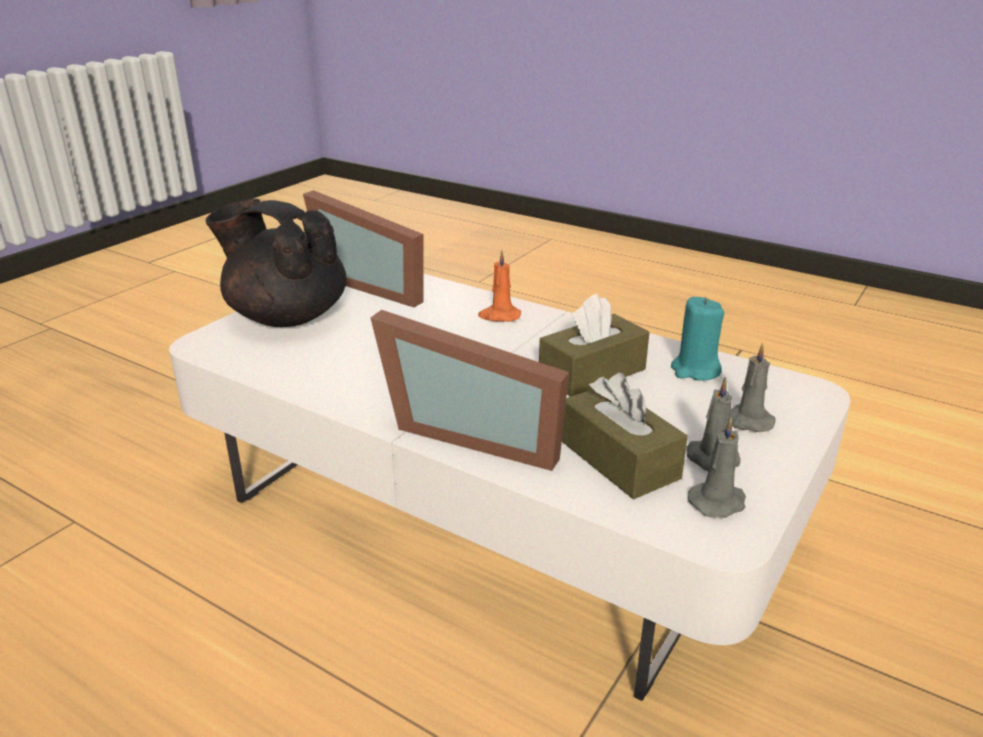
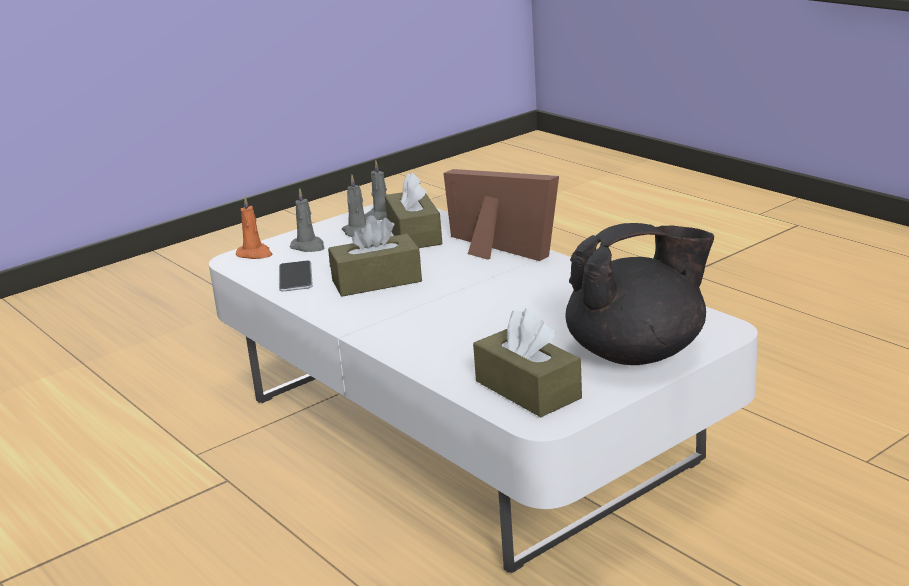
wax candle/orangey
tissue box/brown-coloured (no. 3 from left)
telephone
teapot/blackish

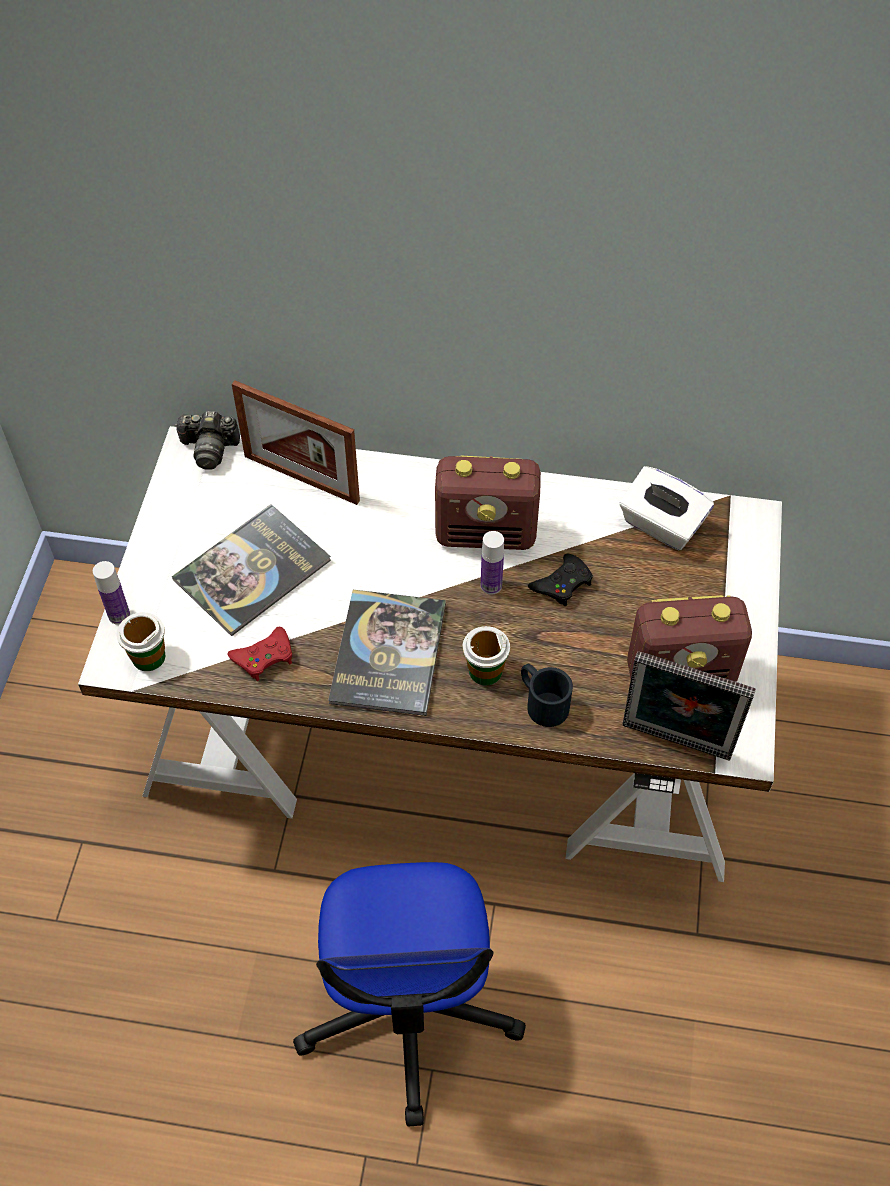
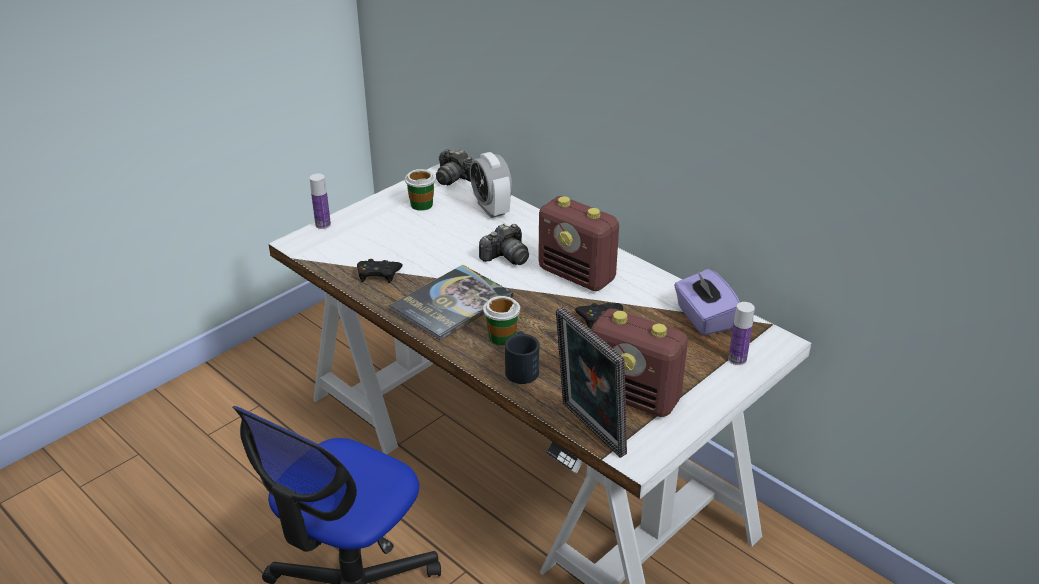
bound book (no. 1 from left in the first image)
still camera (no. 2 from left)
small cup (no. 1 from left)
bottle (no. 2 from left)
alarm clock
joypad/blackish (no. 1 from left)
tissue box/purplish

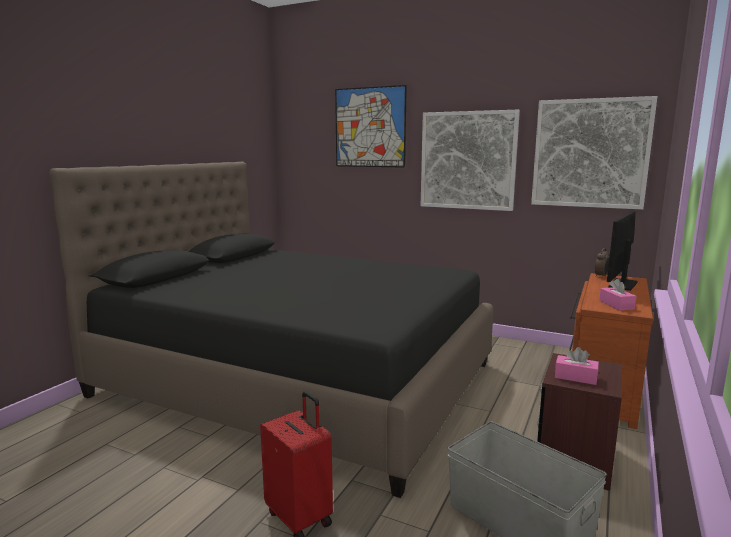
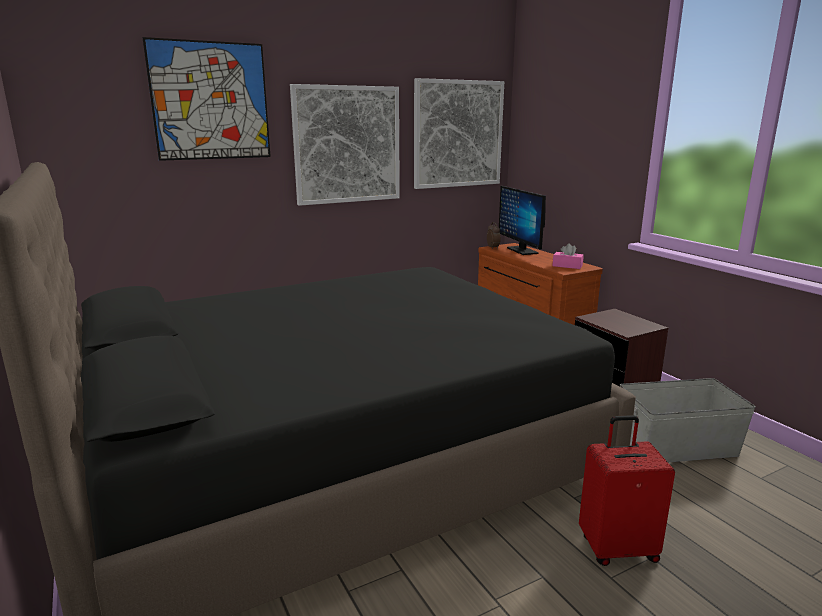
tissue box/pink (no. 1 from left in the first image)

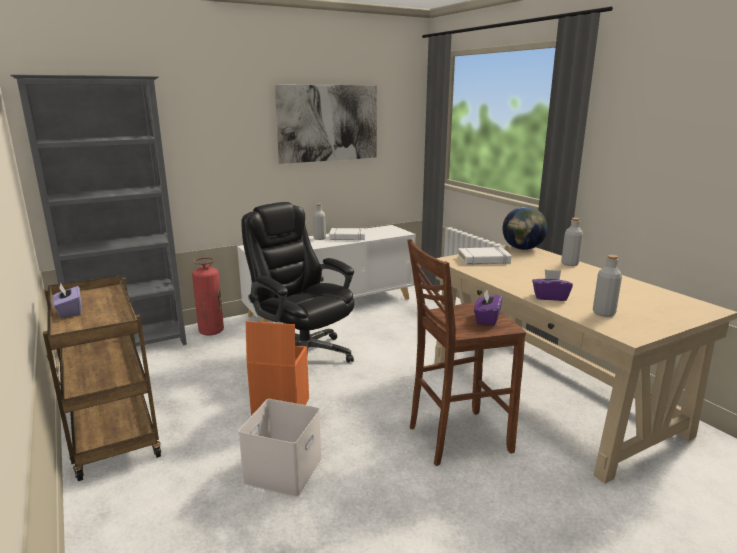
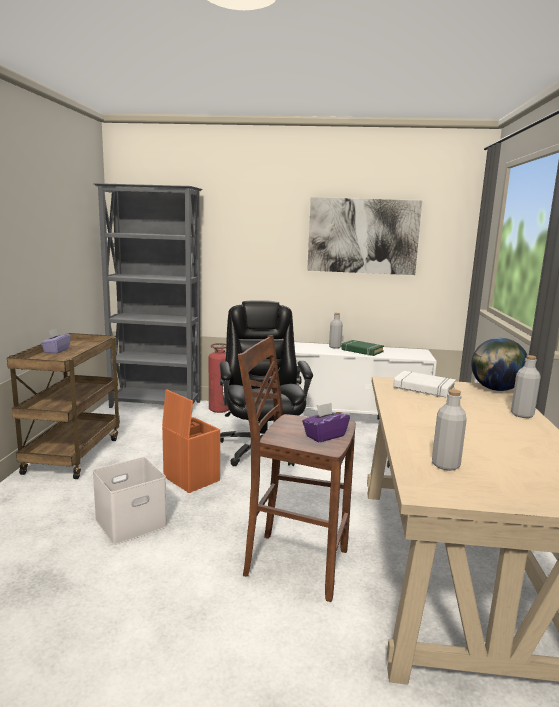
tissue box/purplish (no. 3 from left in the first image)
bound book/greenish

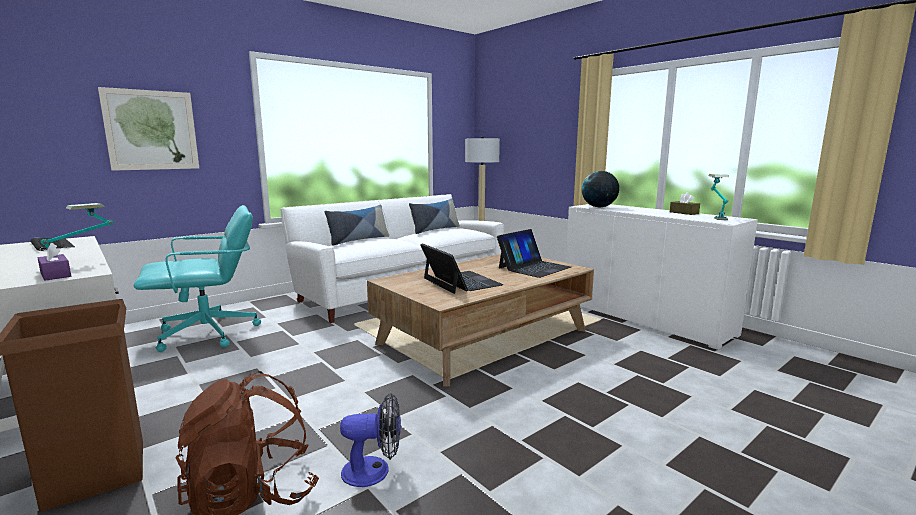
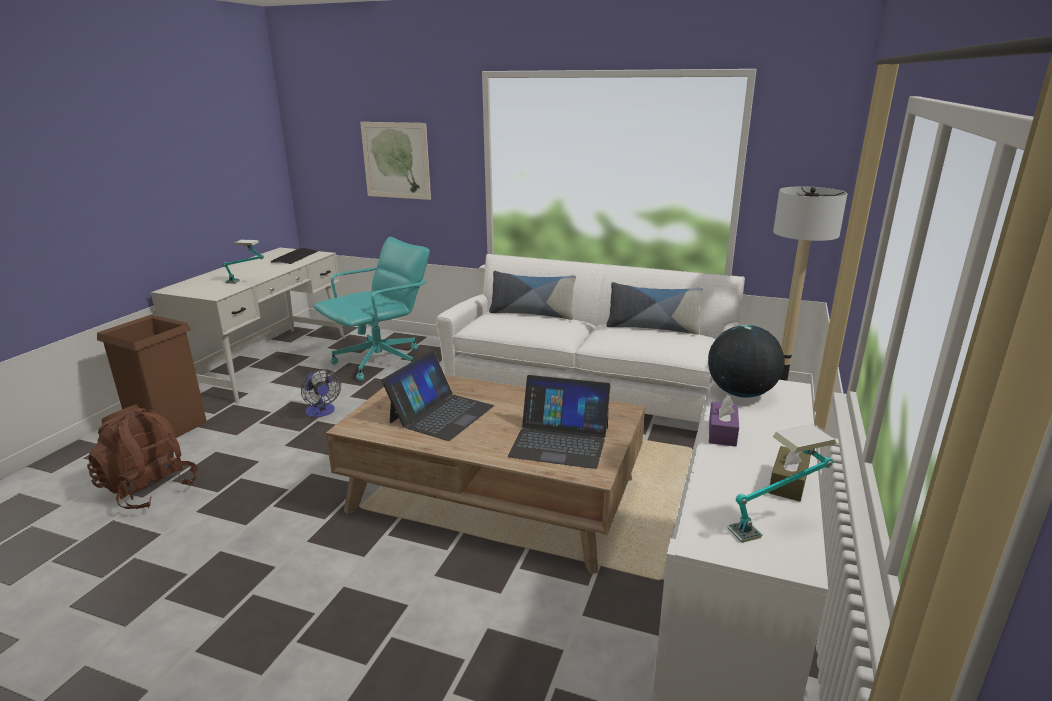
tissue box/purplish
cooling fan
office chair/turquoise

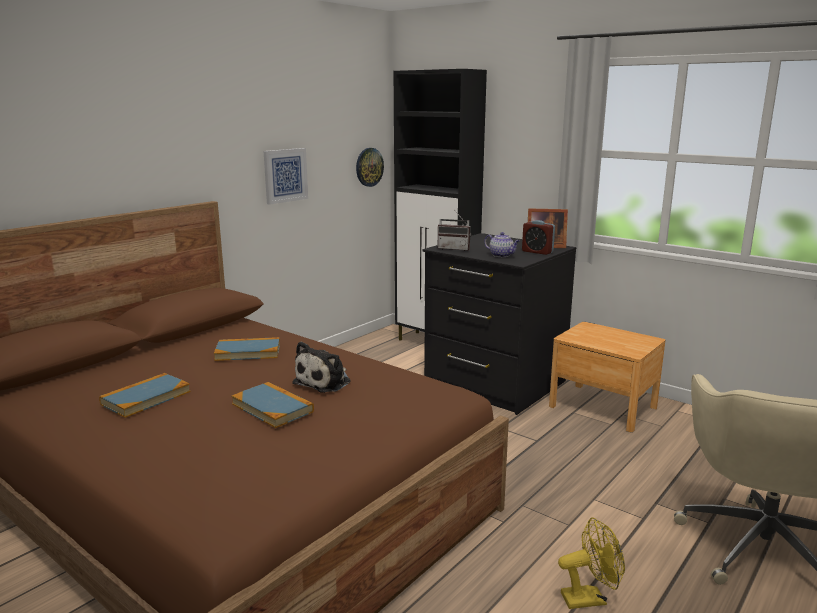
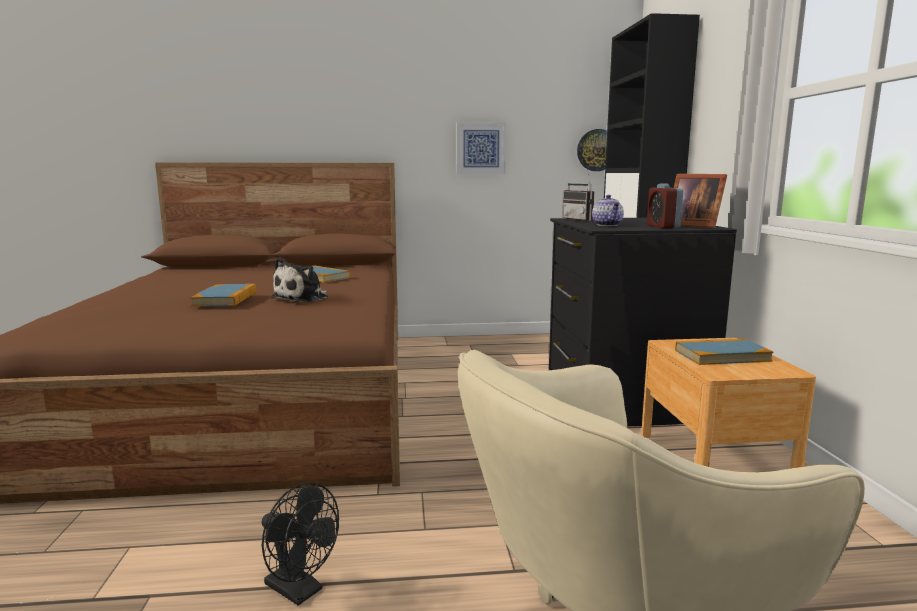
bound book (no. 3 from left)
cooling fan/blackish
plush toy

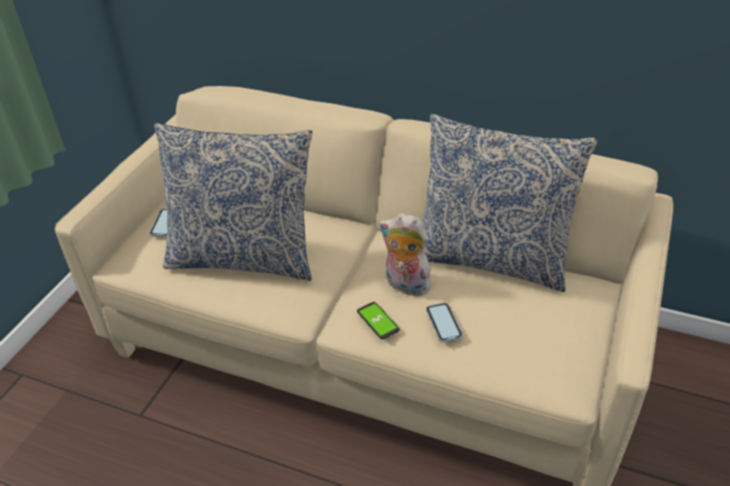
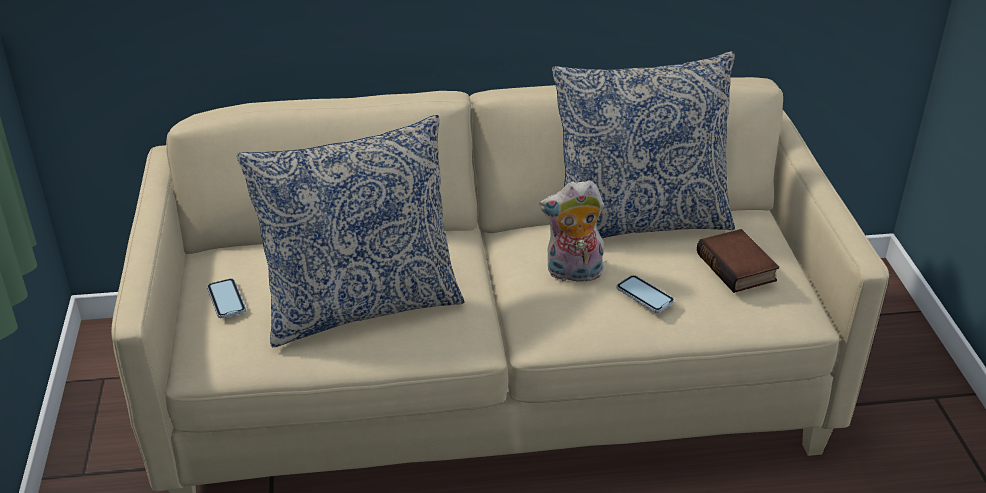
telephone (no. 2 from left in the first image)
bound book

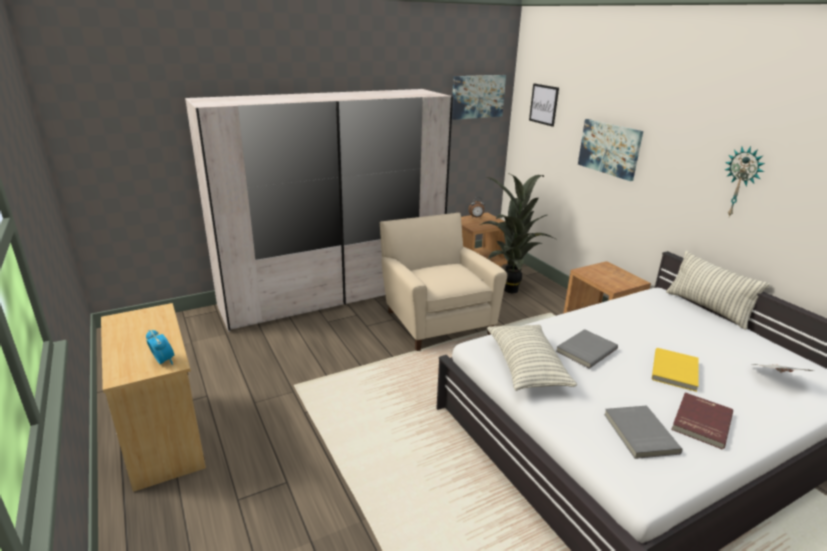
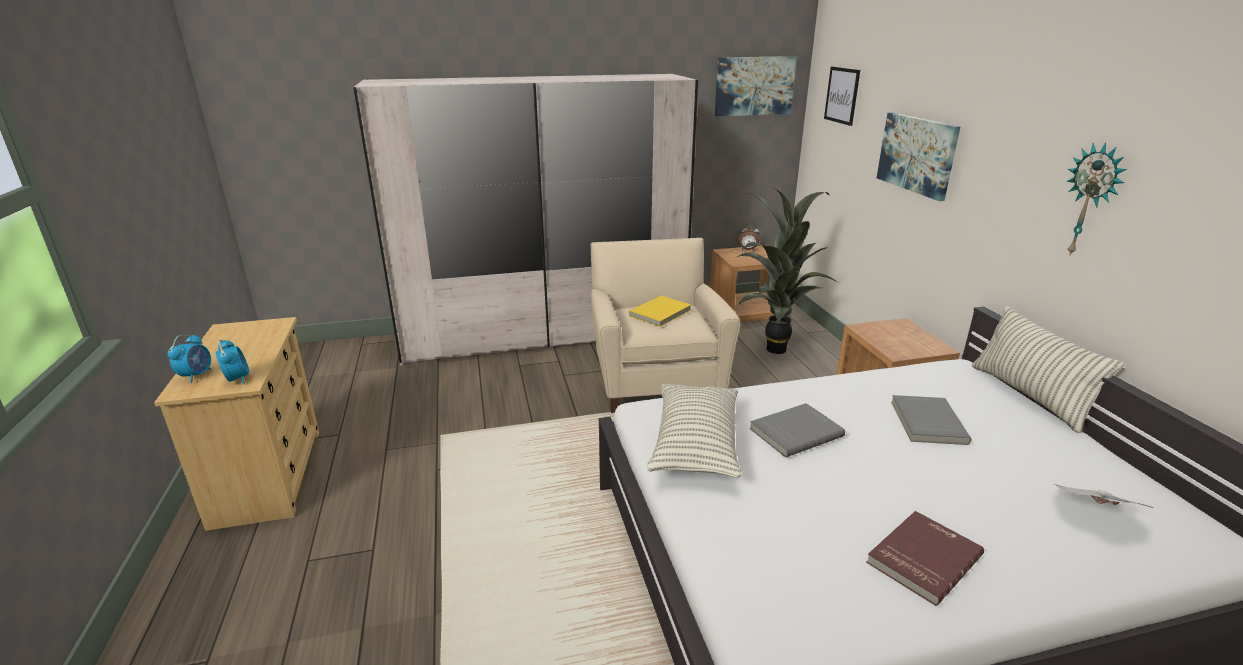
alarm clock (no. 1 from left)
bound book/gray (no. 2 from left)
bound book/yellowish

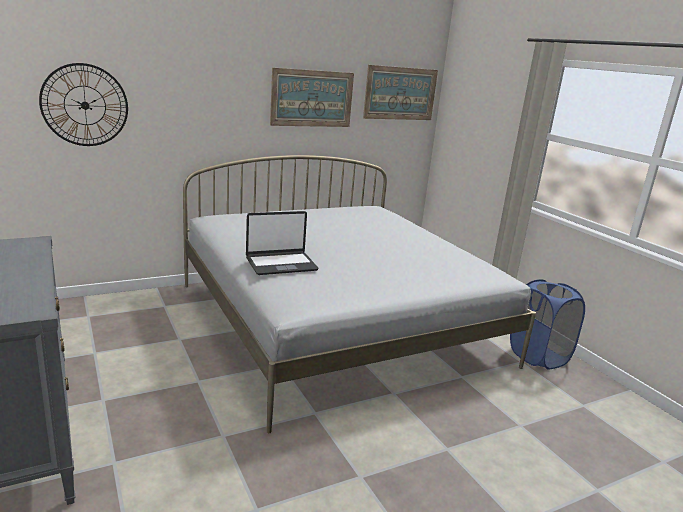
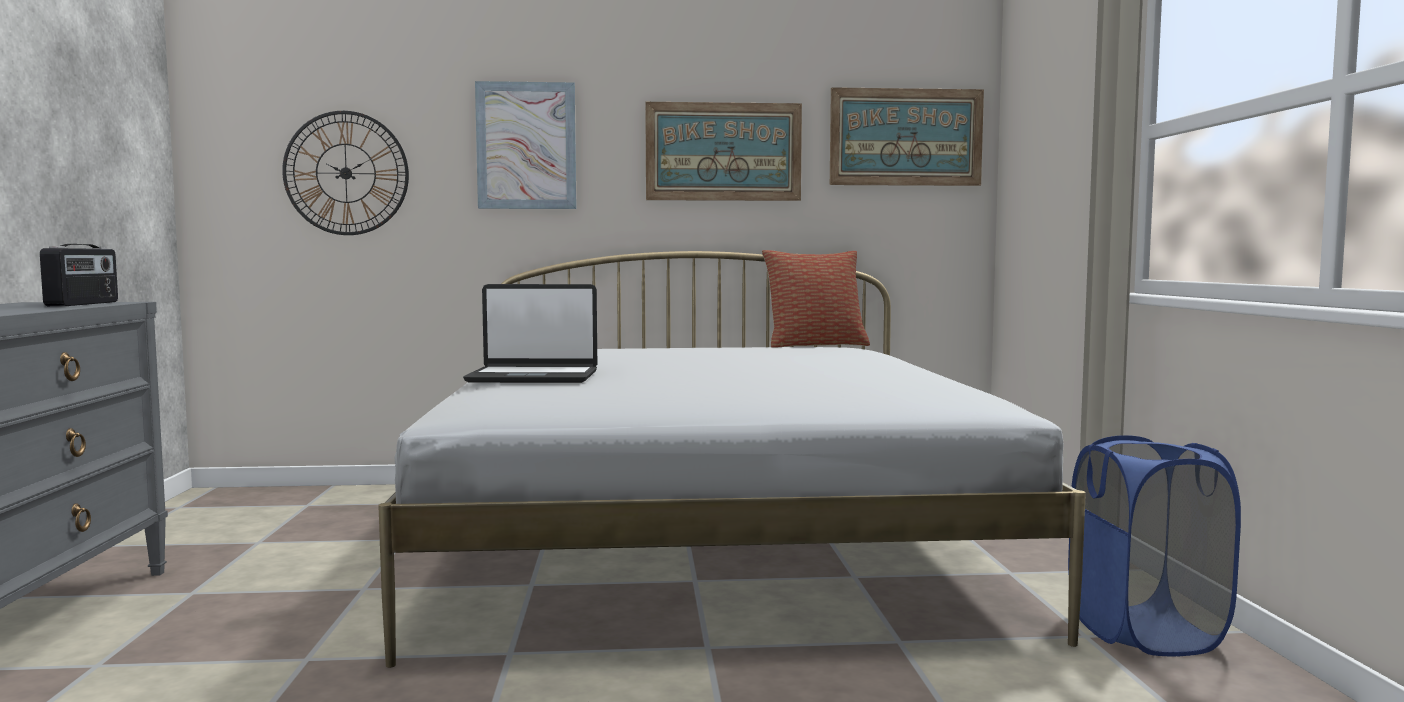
radio receiver
wall picture (no. 1 from left)
throw pillow

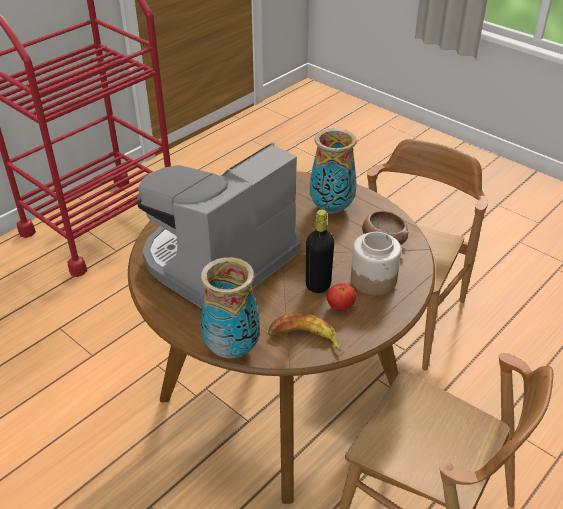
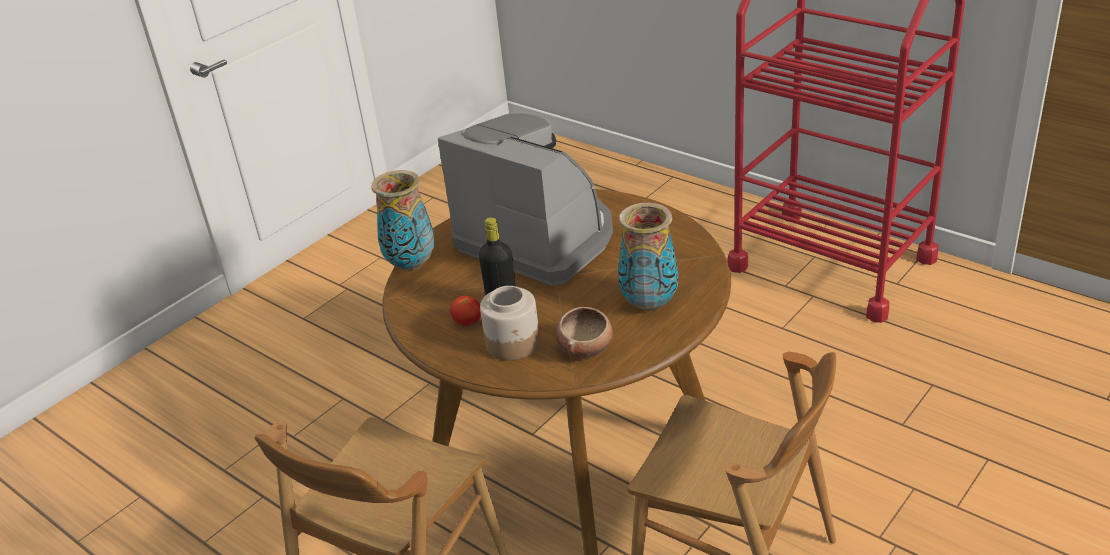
banana fruit

